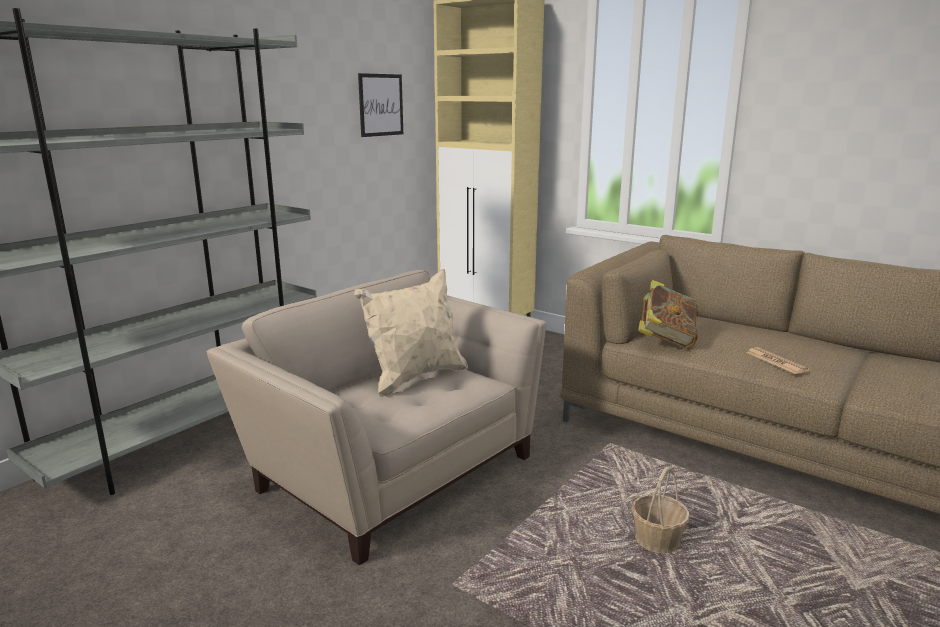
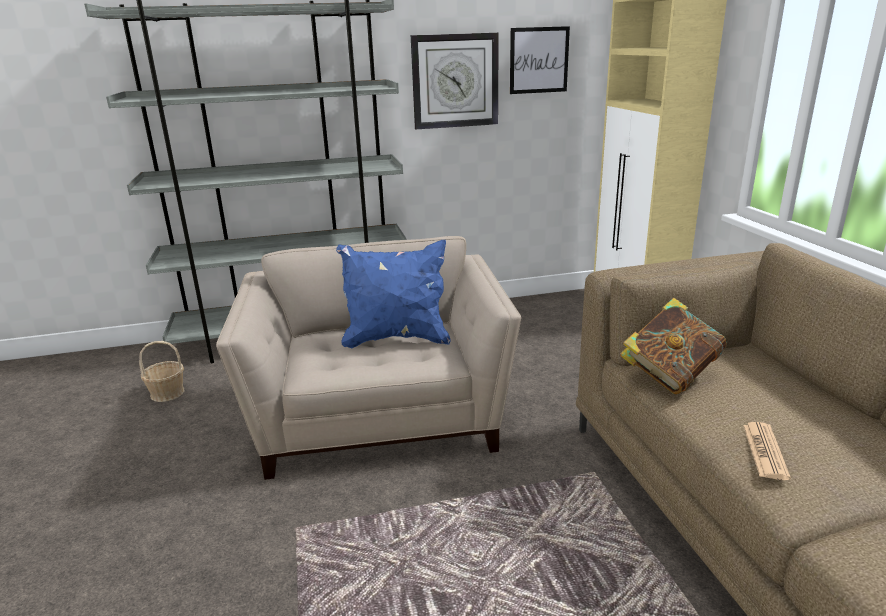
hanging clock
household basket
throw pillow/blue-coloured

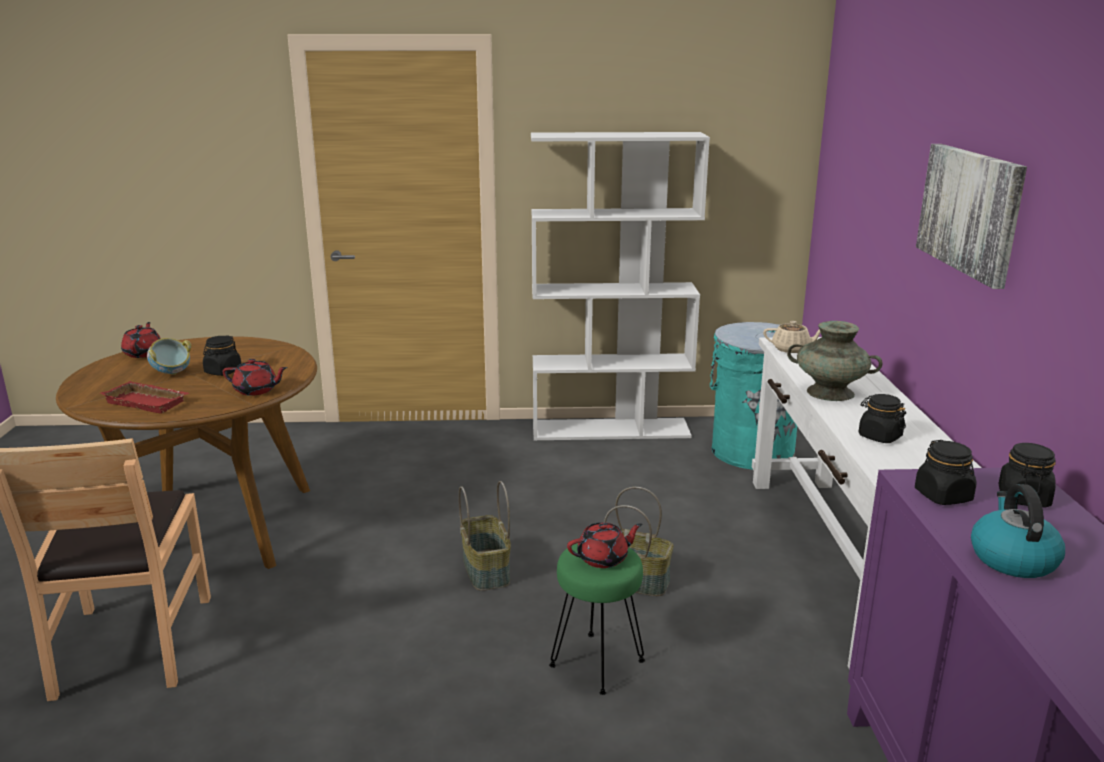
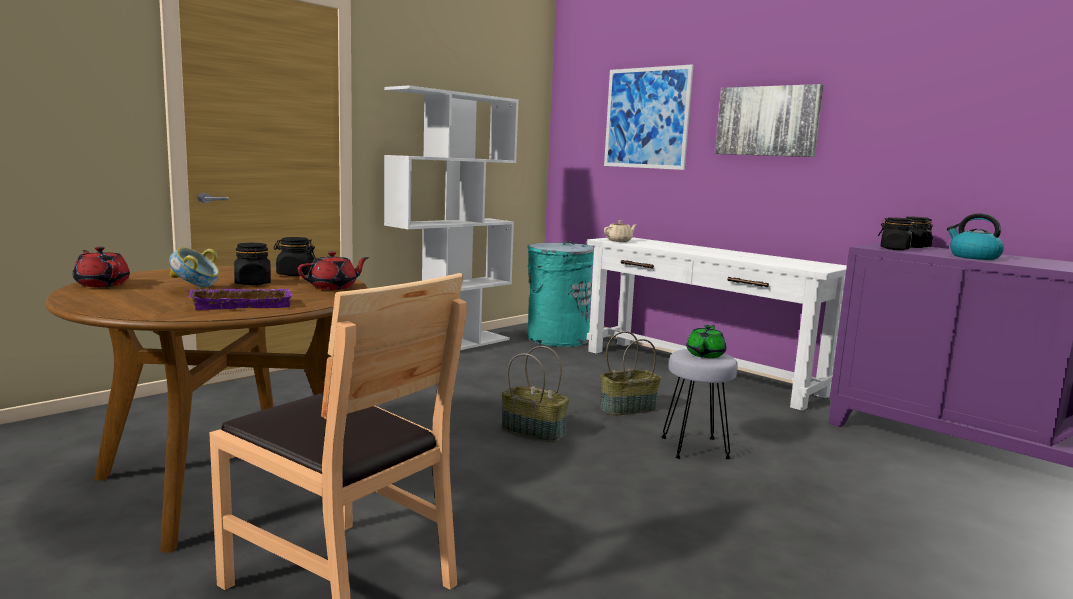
decorative vase/turquoise
wall picture (no. 1 from left)
jar/blackish (no. 2 from left)
tray/purplish
stool seat/gray
teapot/greenish

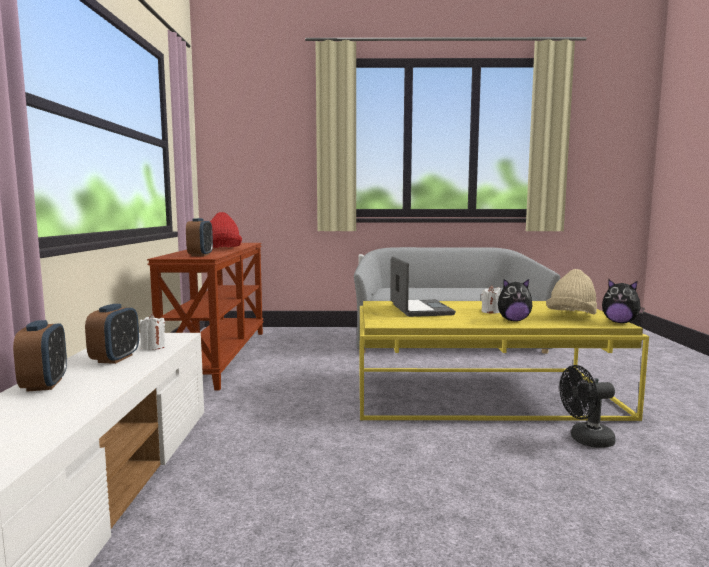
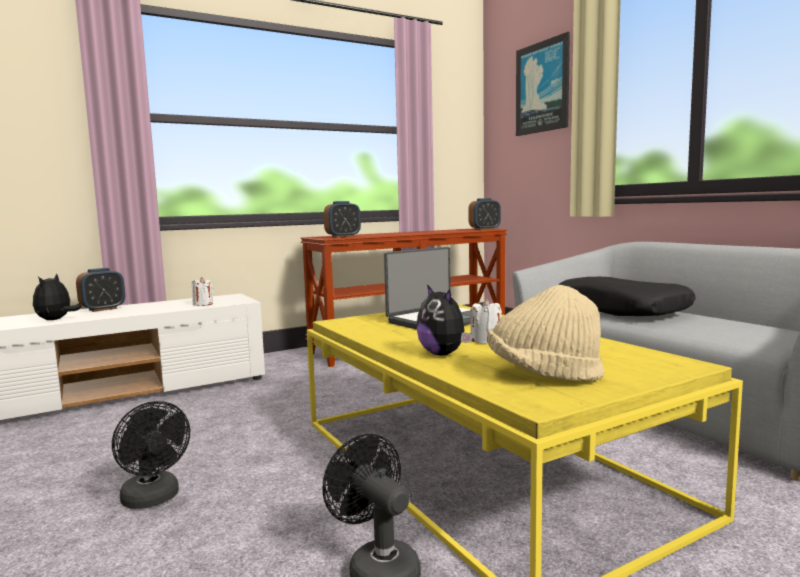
hat/red
cooling fan/blackish (no. 1 from left)
wall picture
throw pillow/blackish
alarm clock (no. 3 from left)
plush toy (no. 1 from left)

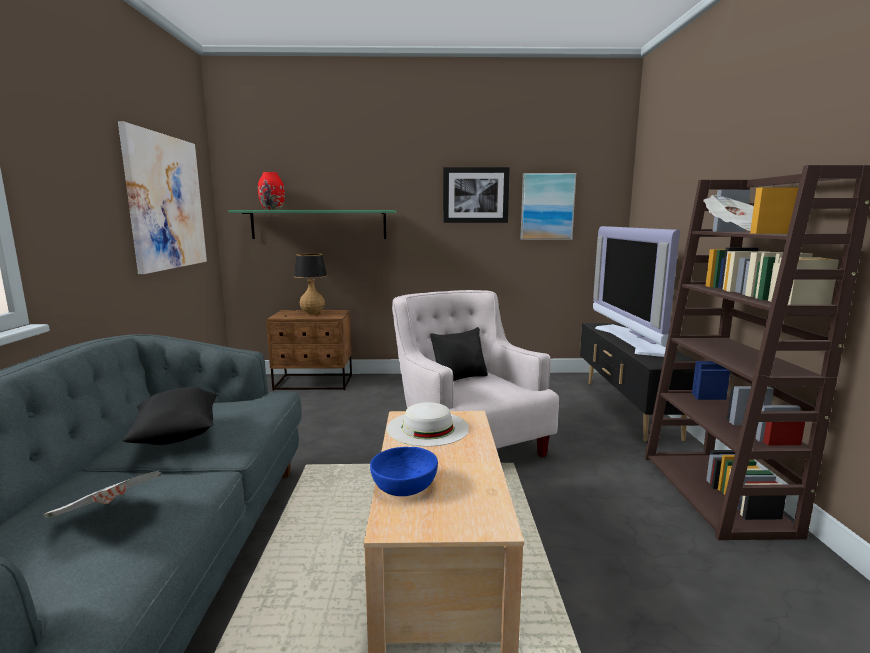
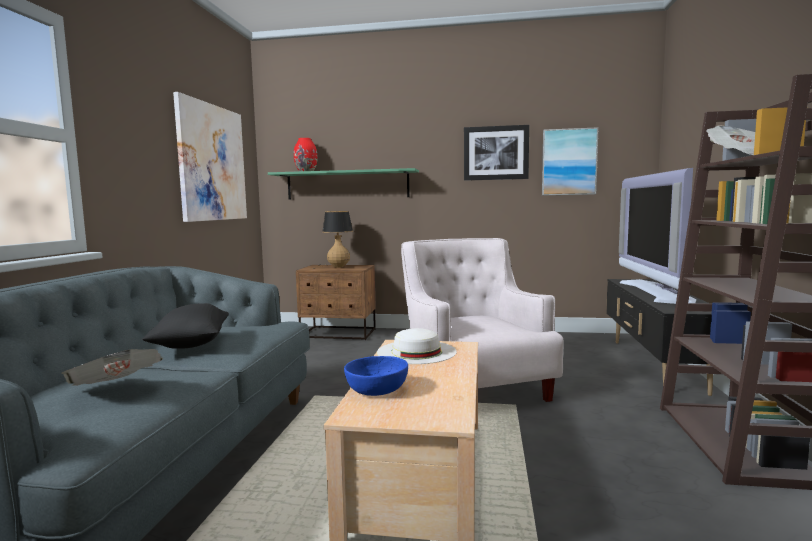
throw pillow/blackish (no. 2 from left in the first image)

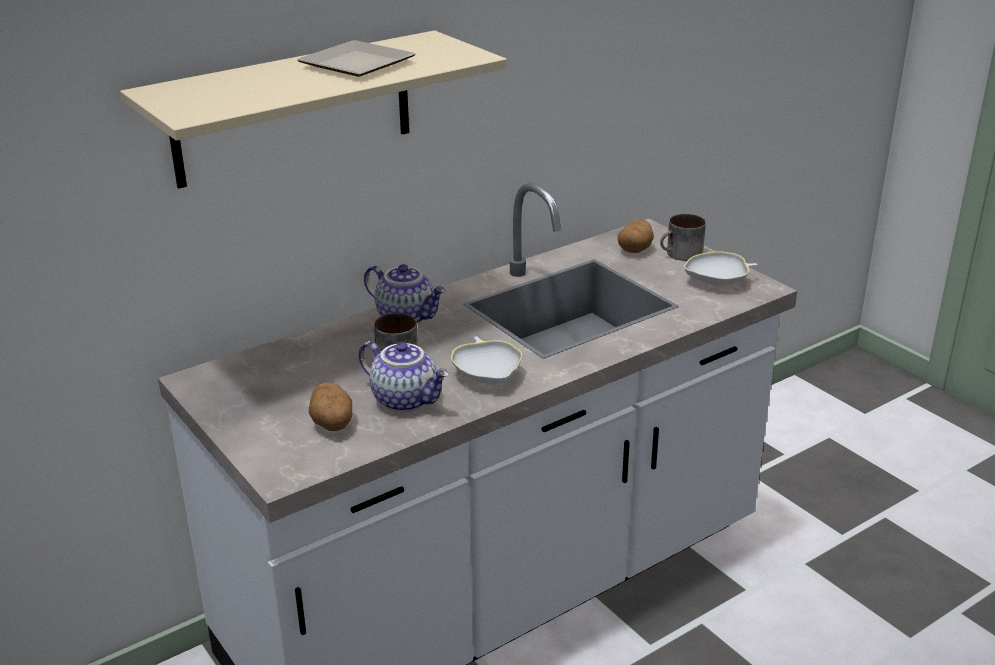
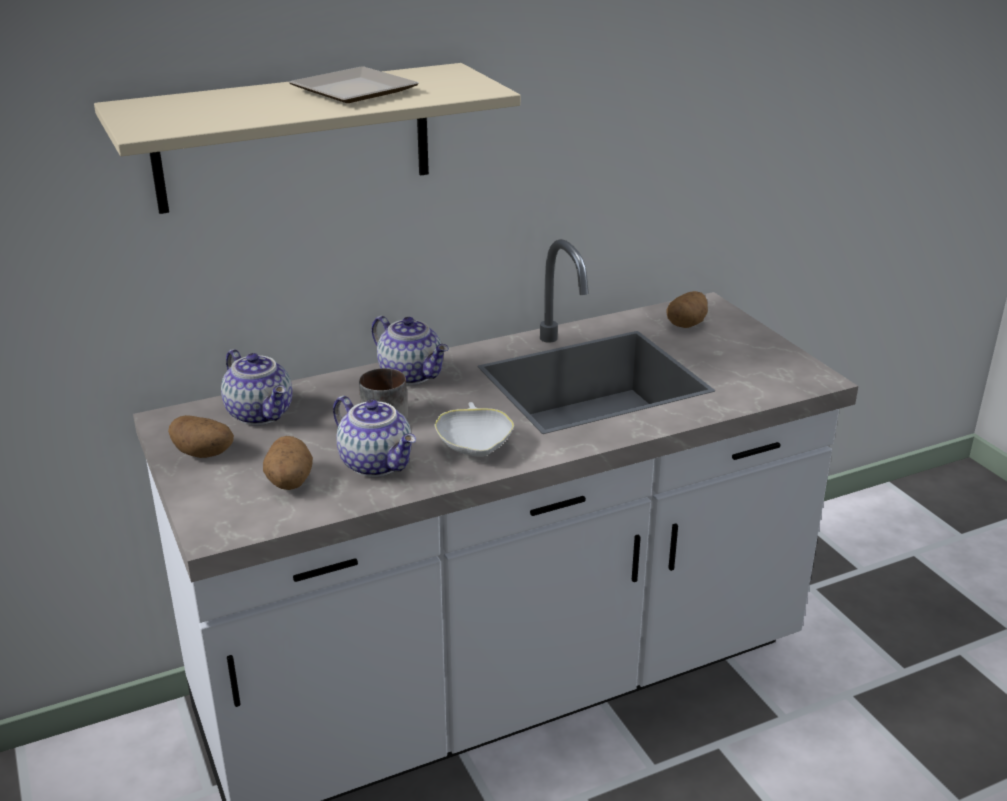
mug (no. 2 from left in the first image)
bowl/white-coloured (no. 2 from left in the first image)
whole potato (no. 1 from left)
teapot (no. 1 from left)

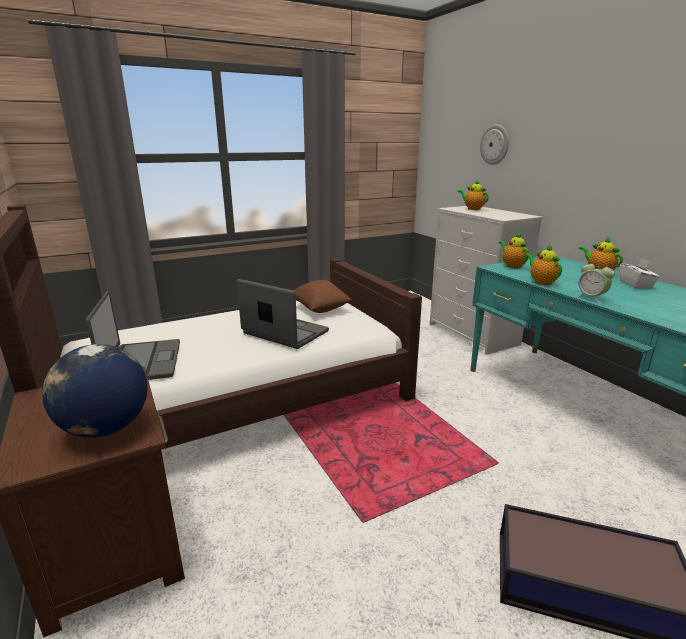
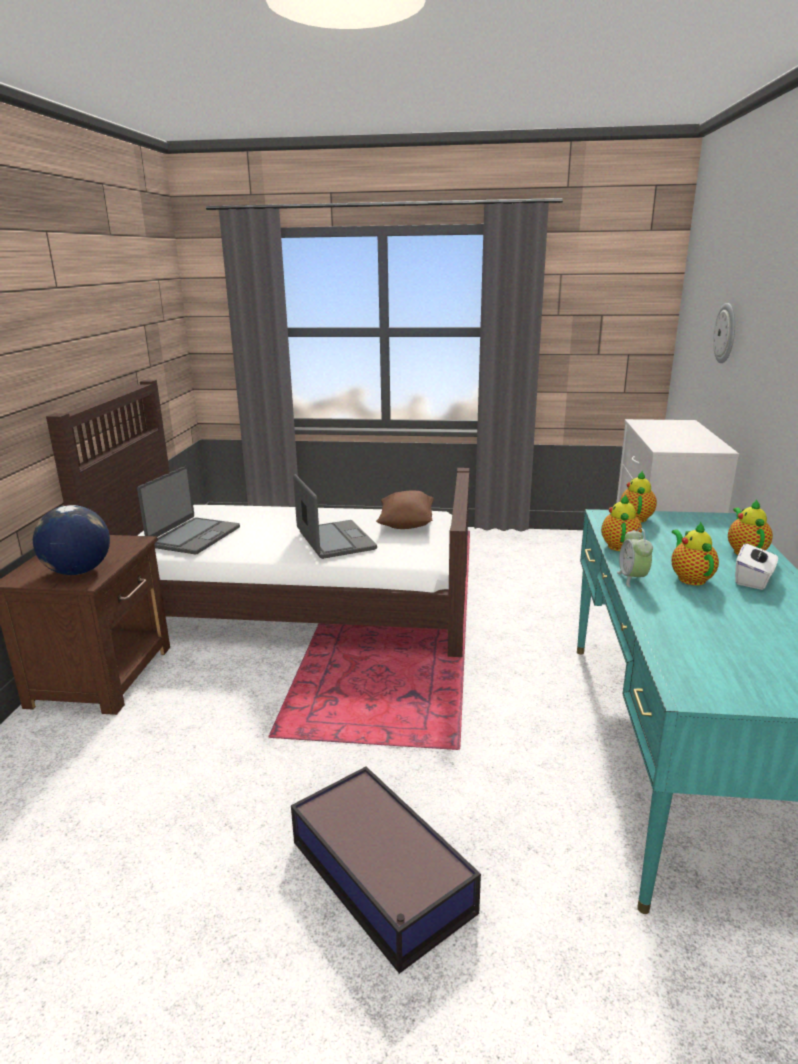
teapot (no. 3 from left)

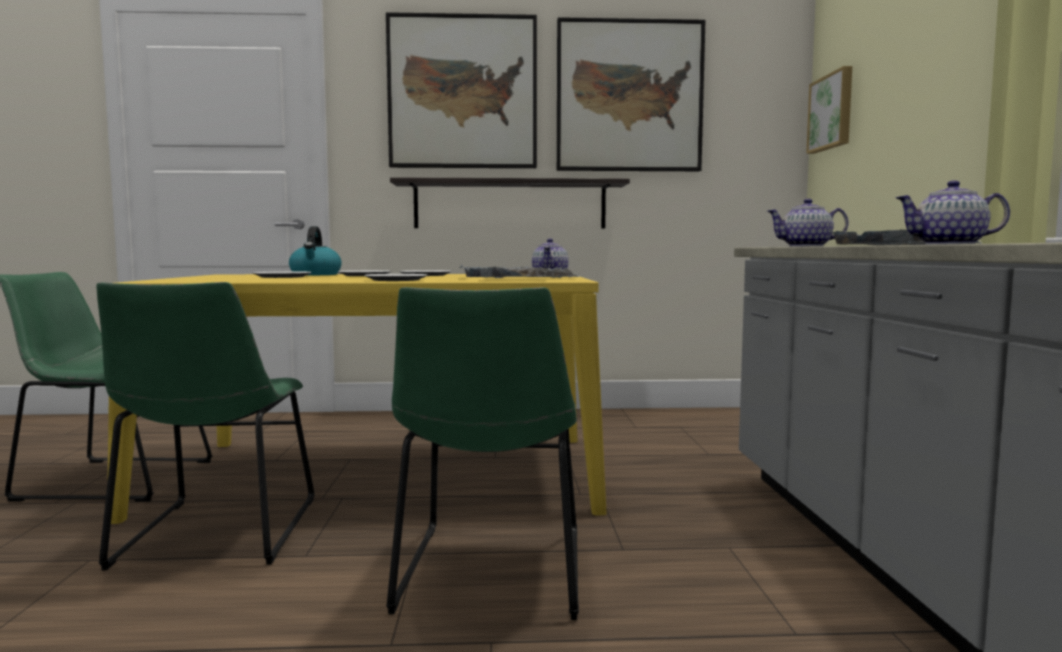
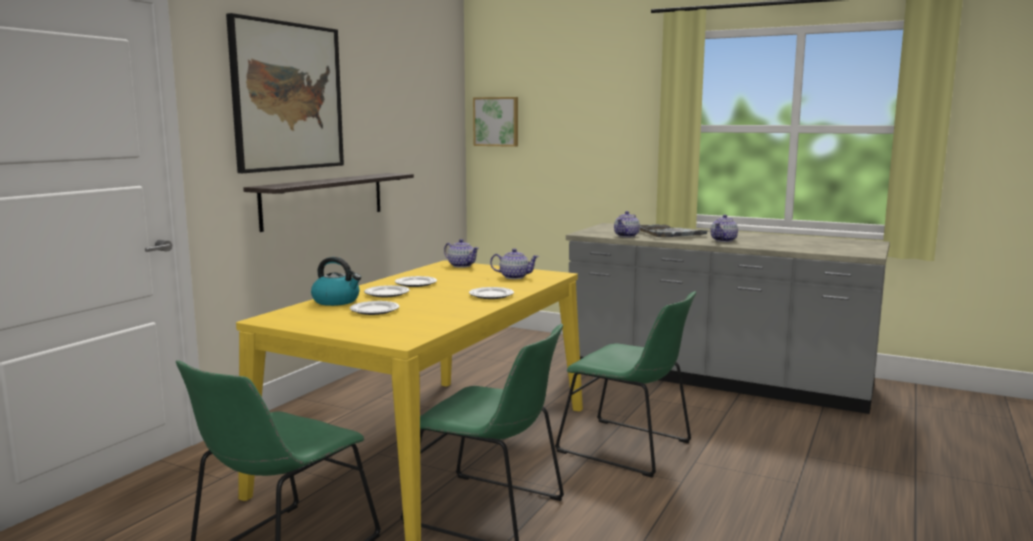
wall picture (no. 2 from left in the first image)
teapot (no. 2 from left)

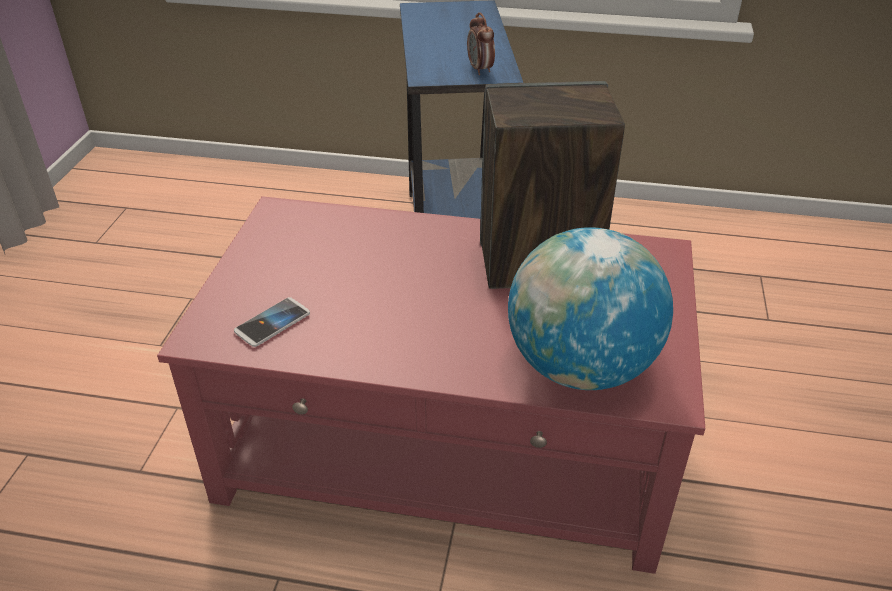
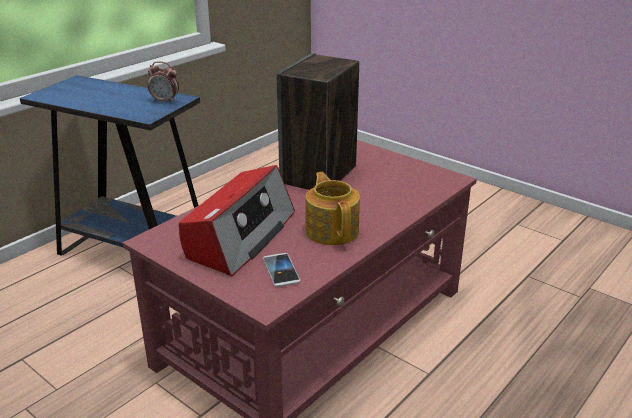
world globe
radio receiver
teapot

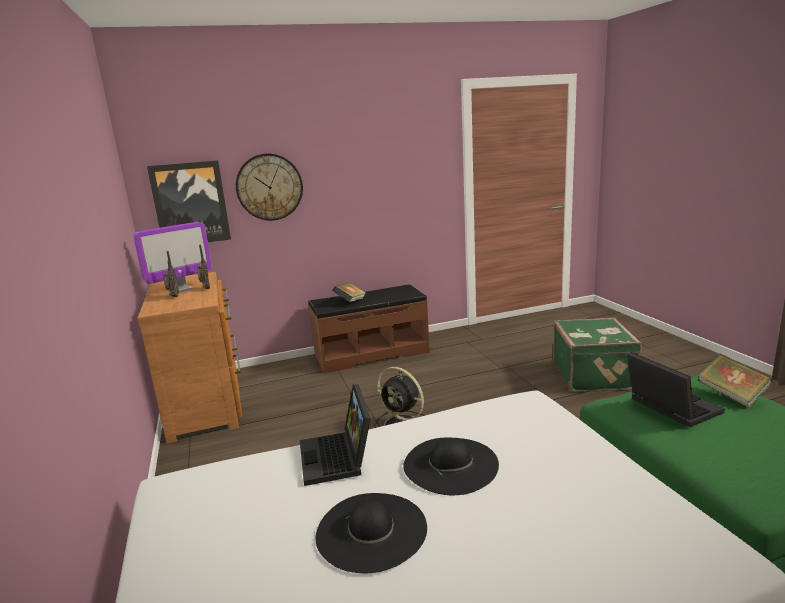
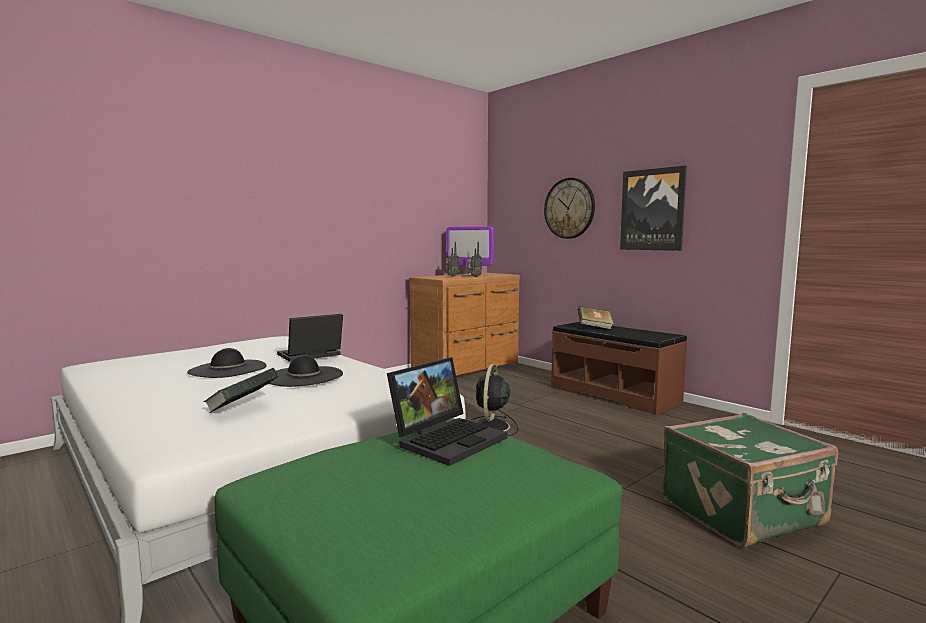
wall picture
bound book (no. 1 from left)

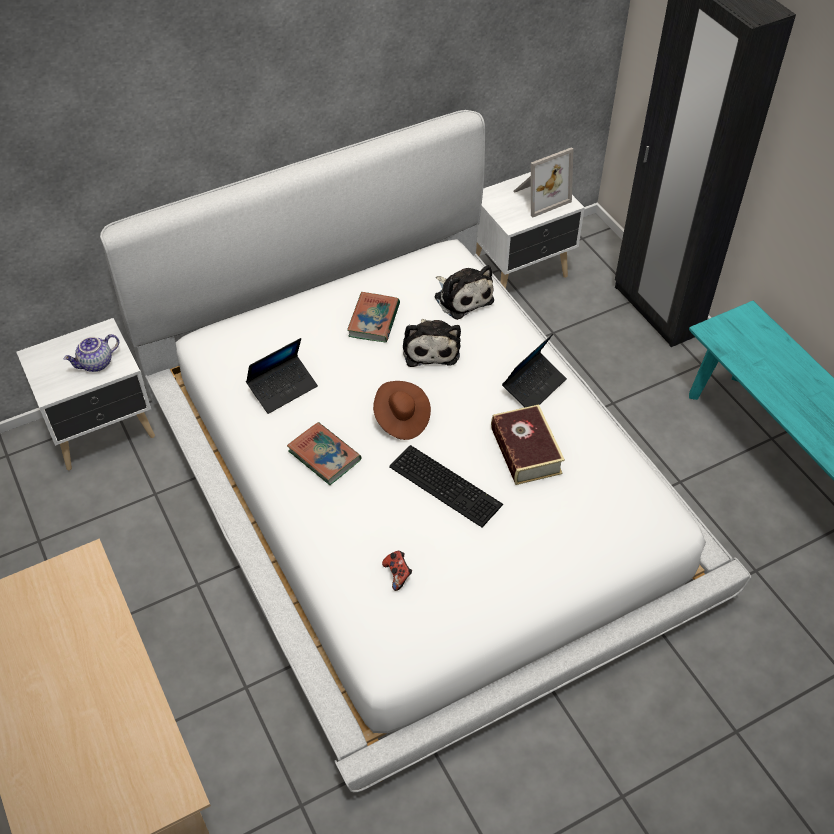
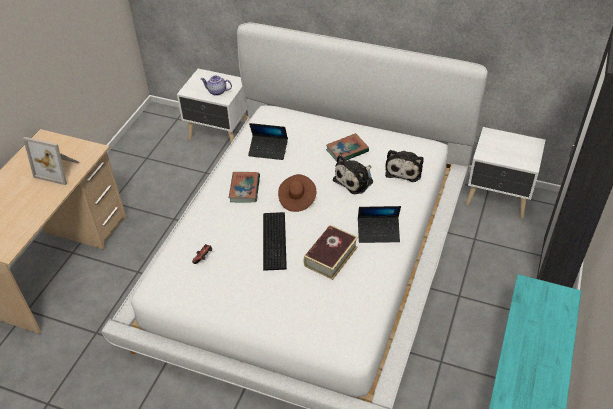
picture frame

